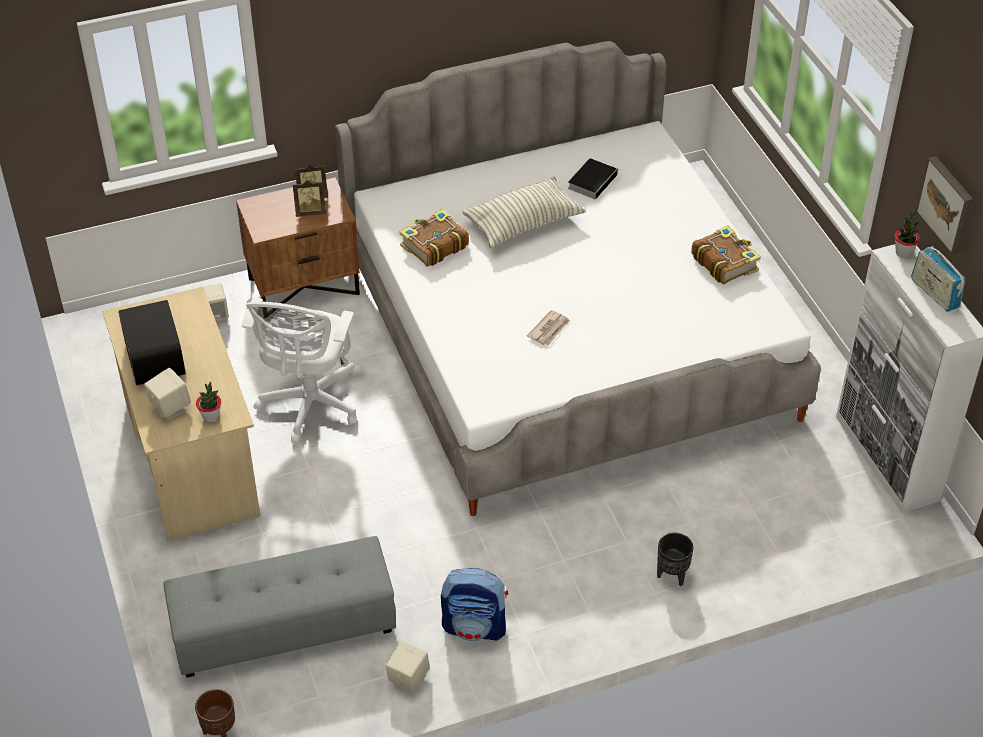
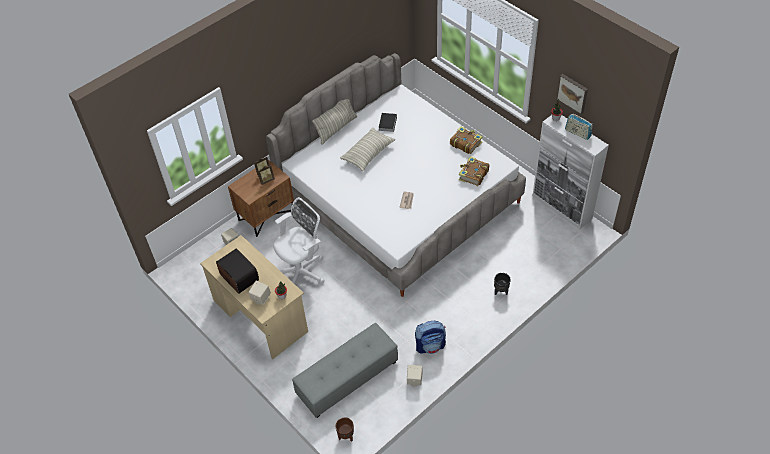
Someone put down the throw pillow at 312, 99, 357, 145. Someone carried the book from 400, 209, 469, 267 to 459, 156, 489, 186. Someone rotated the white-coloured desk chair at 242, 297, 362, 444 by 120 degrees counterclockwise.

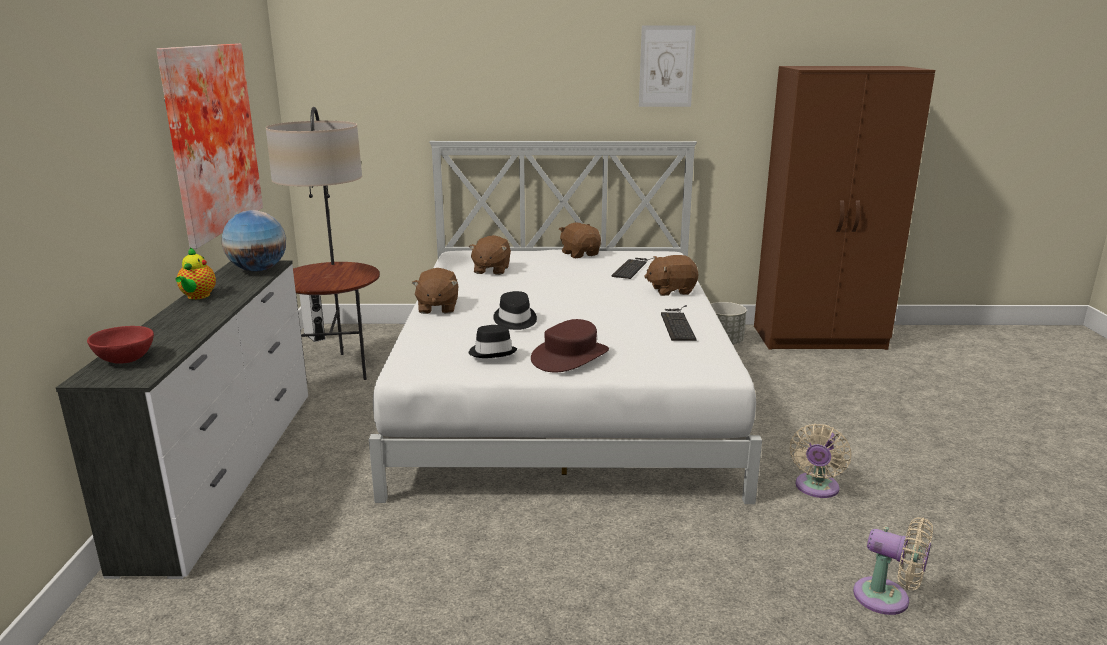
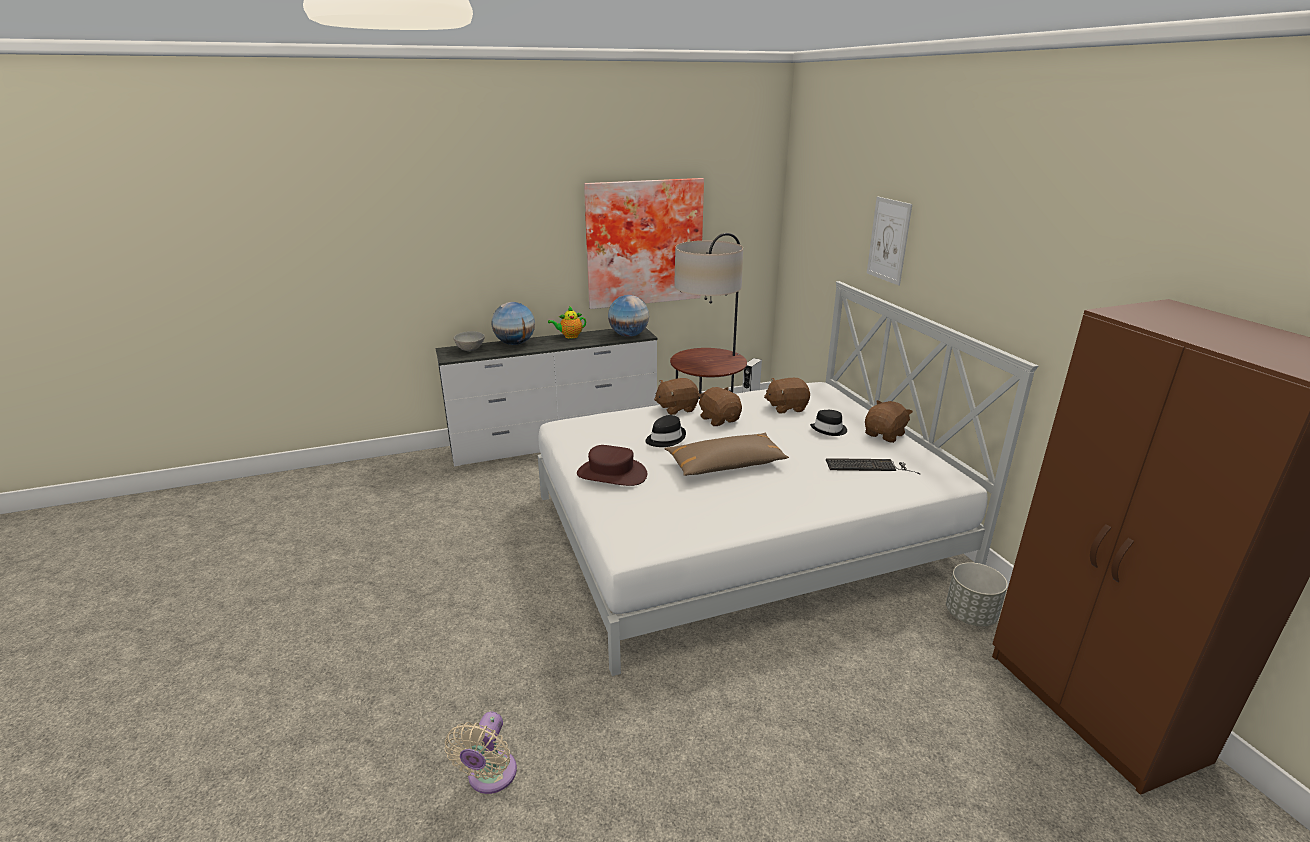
Someone took away the computer keyboard at 661, 305, 697, 341. Someone took away the sand-coloured cooling fan at 790, 424, 851, 498. Someone put down the world globe at 492, 302, 535, 345. Someone put down the brownish throw pillow at 664, 433, 789, 476. Someone carried the black hat from 469, 325, 517, 358 to 810, 410, 847, 436. Someone carried the picture from 639, 26, 696, 107 to 867, 197, 912, 286. Someone carried the brownish soft toy from 644, 255, 698, 296 to 698, 387, 742, 426. Someone repainted the red-coloured bowl at 87, 326, 154, 364, which became the gray bowl at 453, 331, 485, 351.

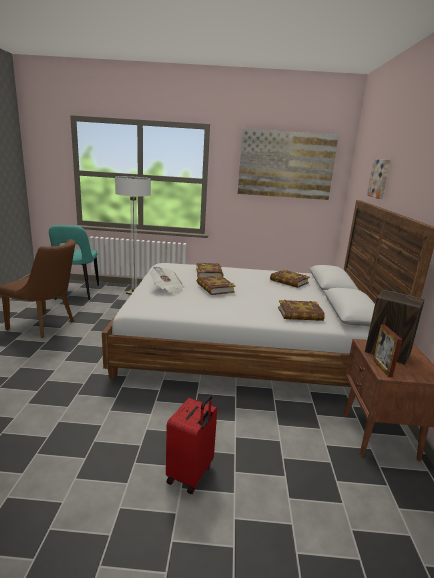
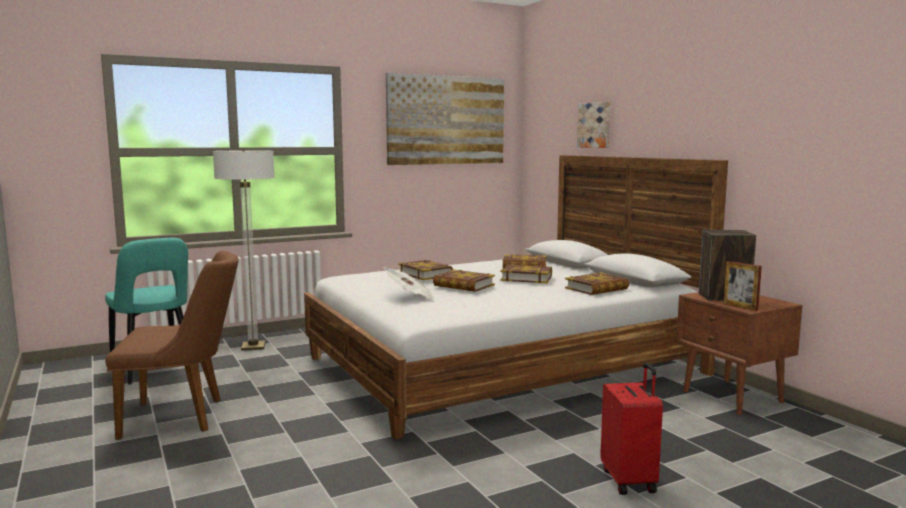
Someone put down the book at 500, 264, 552, 283.

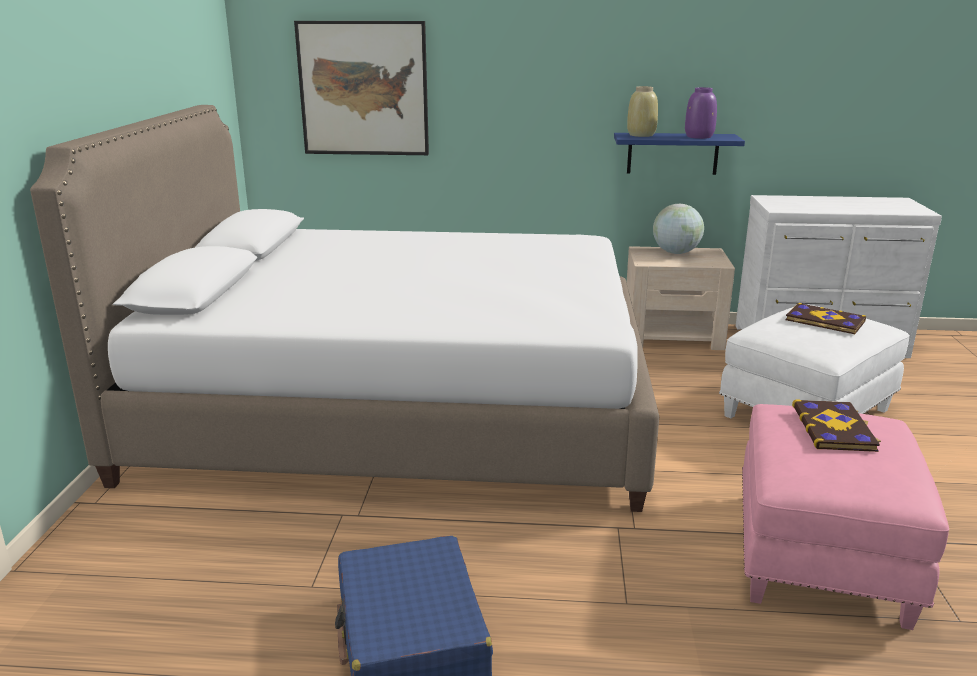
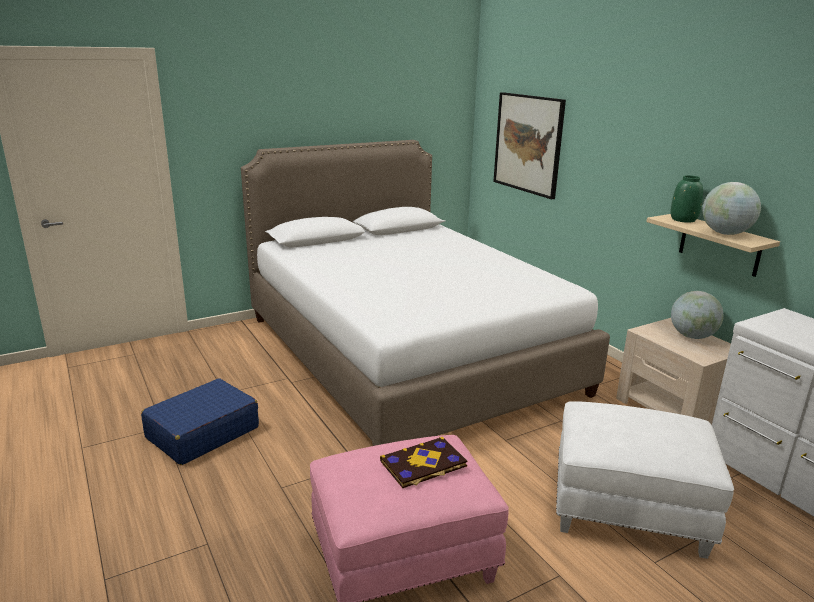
Someone took away the book at 785, 303, 866, 334. Someone swapped the purple-coloured decorative vase at 685, 87, 717, 139 for the world globe at 702, 182, 761, 235. Someone repainted the blue-coloured shelf at 614, 133, 745, 175, which became the sand-coloured shelf at 647, 214, 780, 277. Someone repainted the sand-coloured decorative vase at 627, 86, 658, 137, which became the greenish decorative vase at 670, 175, 703, 223.

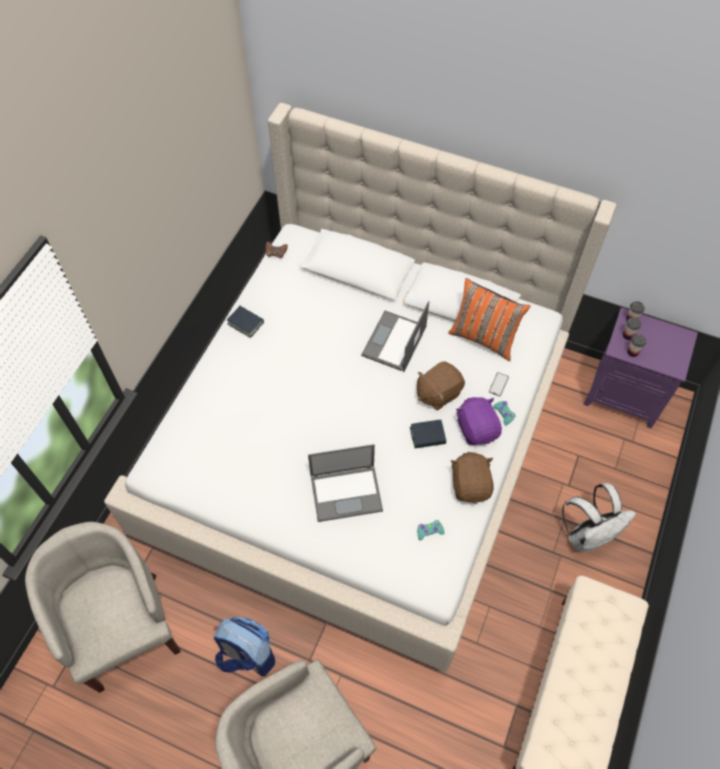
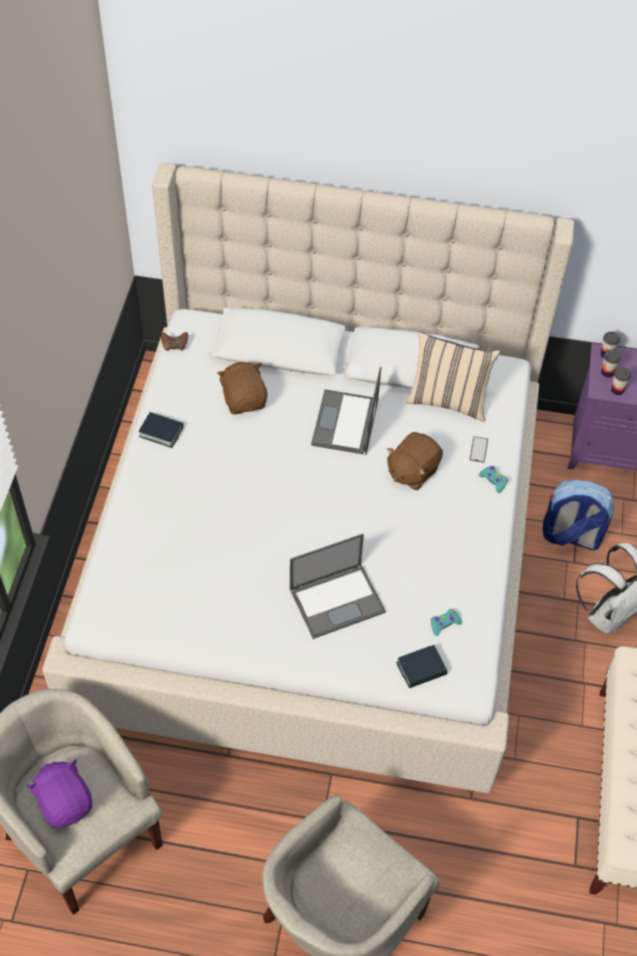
Someone carried the knapsack from 213, 617, 275, 676 to 543, 480, 615, 550. Someone carried the book from 410, 420, 446, 448 to 396, 645, 447, 688. Someone carried the brownish soft toy from 451, 452, 494, 504 to 217, 362, 267, 414. Someone carried the purple-coloured soft toy from 456, 397, 502, 445 to 26, 759, 92, 829. Someone repainted the orangey throw pillow at 448, 278, 530, 361, which became the sand-coloured throw pillow at 406, 332, 500, 422.

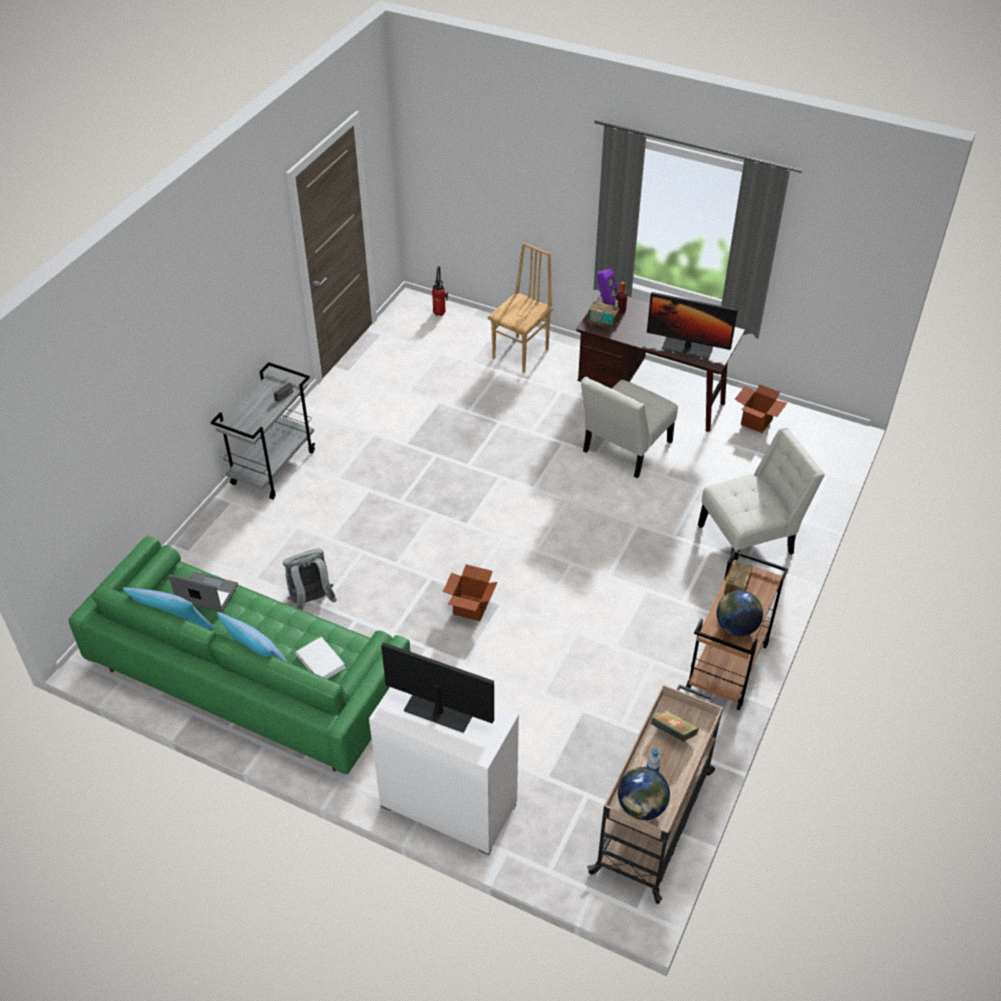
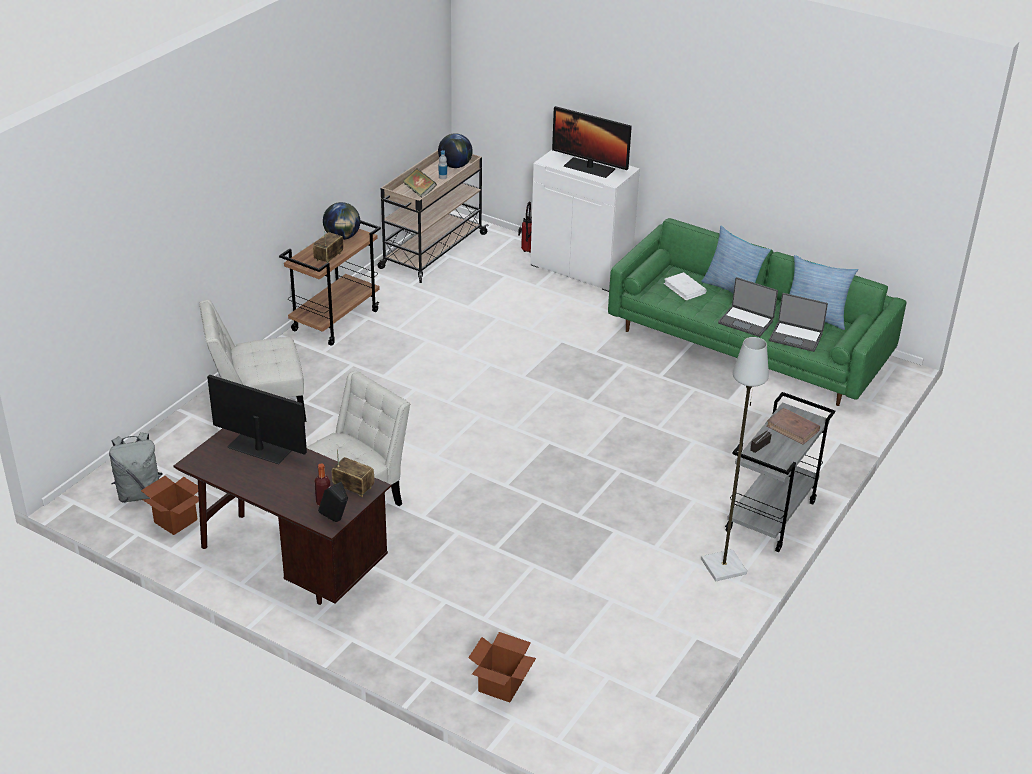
Someone took away the brownish upright chair at 488, 243, 553, 372. Someone put down the gray floor lamp at 701, 337, 769, 581. Someone put down the portable computer at 718, 277, 778, 337. Someone put down the brownish book at 766, 408, 820, 445. Someone carried the gray knapsack from 283, 548, 336, 610 to 109, 432, 163, 503. Someone carried the fire extinguisher from 432, 266, 448, 316 to 518, 202, 532, 253. Someone carried the packing box from 443, 564, 497, 621 to 468, 632, 536, 703. Someone repainted the purple-coloured speaker at 597, 269, 618, 305, which became the black speaker at 318, 482, 348, 522.

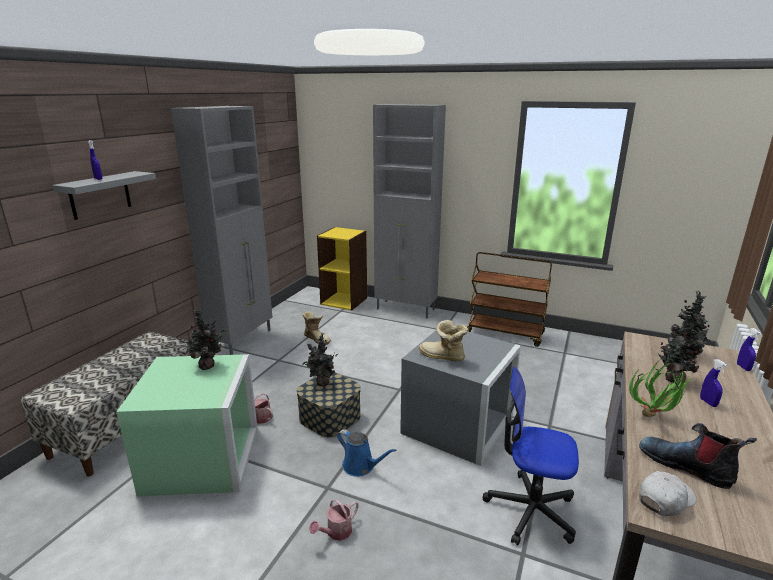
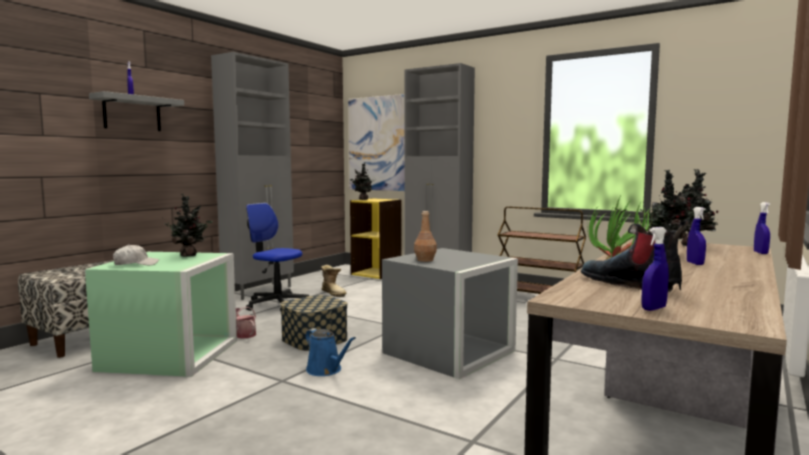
Someone took away the watering can at 309, 499, 359, 541. Someone put up the picture at 348, 94, 404, 191. Someone put down the blue-coloured hand sprayer at 641, 227, 669, 311. Someone carried the houseplant from 302, 333, 339, 386 to 350, 162, 376, 200. Someone carried the desk chair from 483, 367, 579, 545 to 246, 203, 309, 311. Someone carried the white-coloured peaked cap from 639, 471, 696, 516 to 113, 244, 159, 265. Someone swapped the tall boot at 419, 320, 469, 361 for the brownish beverage bottle at 414, 211, 437, 262.

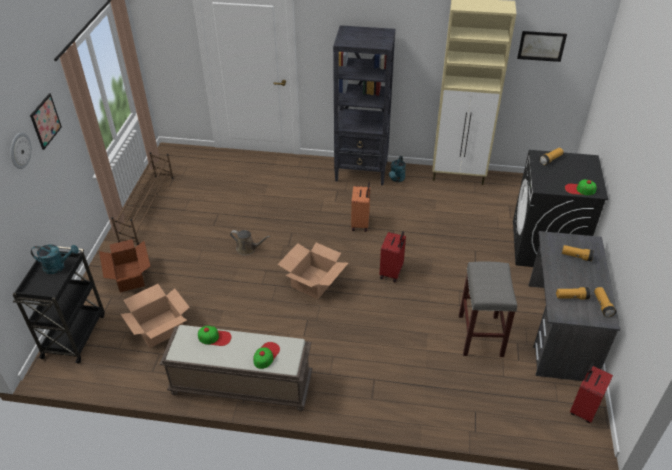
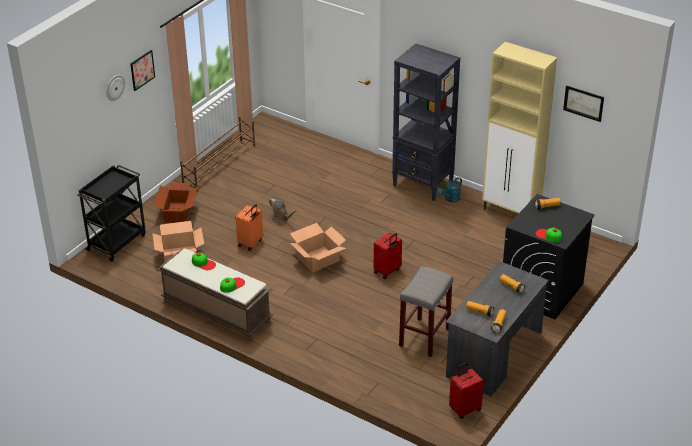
Someone took away the turquoise-coloured watering can at 31, 244, 79, 274. Someone carried the orangey suitcase from 351, 182, 370, 232 to 235, 204, 263, 251.

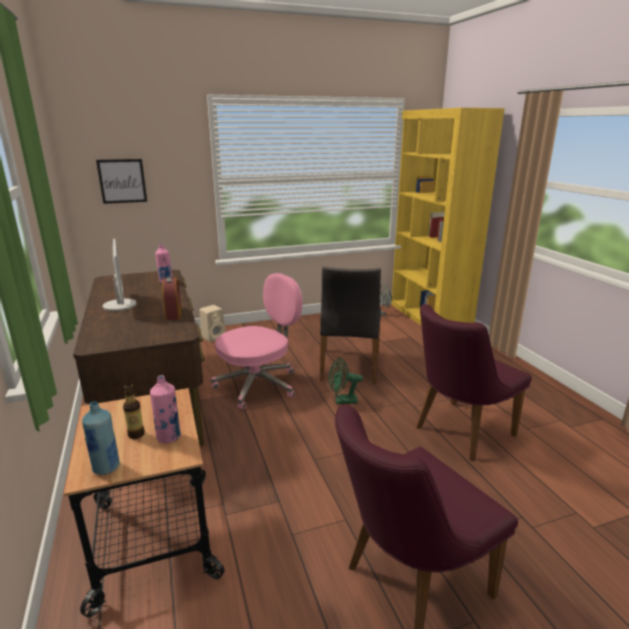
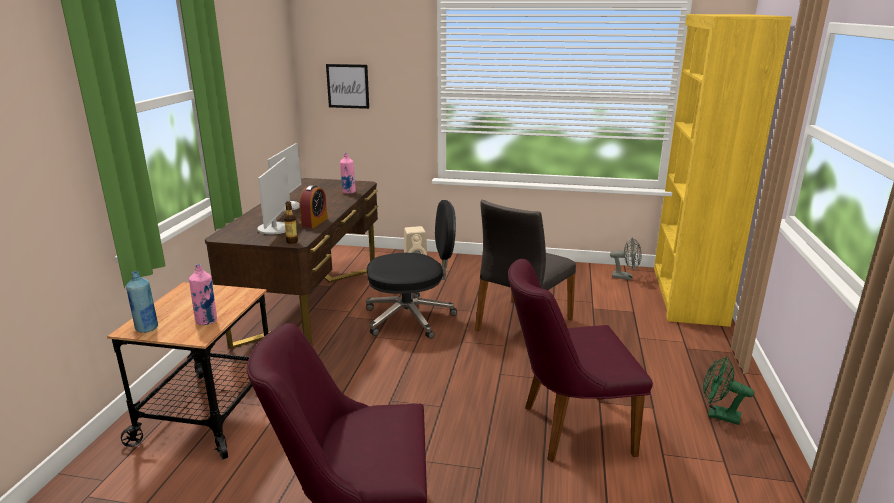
Someone put down the computer display at 257, 158, 290, 235. Someone carried the beverage bottle from 123, 384, 145, 439 to 284, 201, 298, 244. Someone carried the greenish cooling fan from 329, 357, 363, 404 to 703, 357, 754, 425. Someone repainted the pink desk chair at 211, 273, 302, 409, which became the black desk chair at 366, 200, 457, 339.

